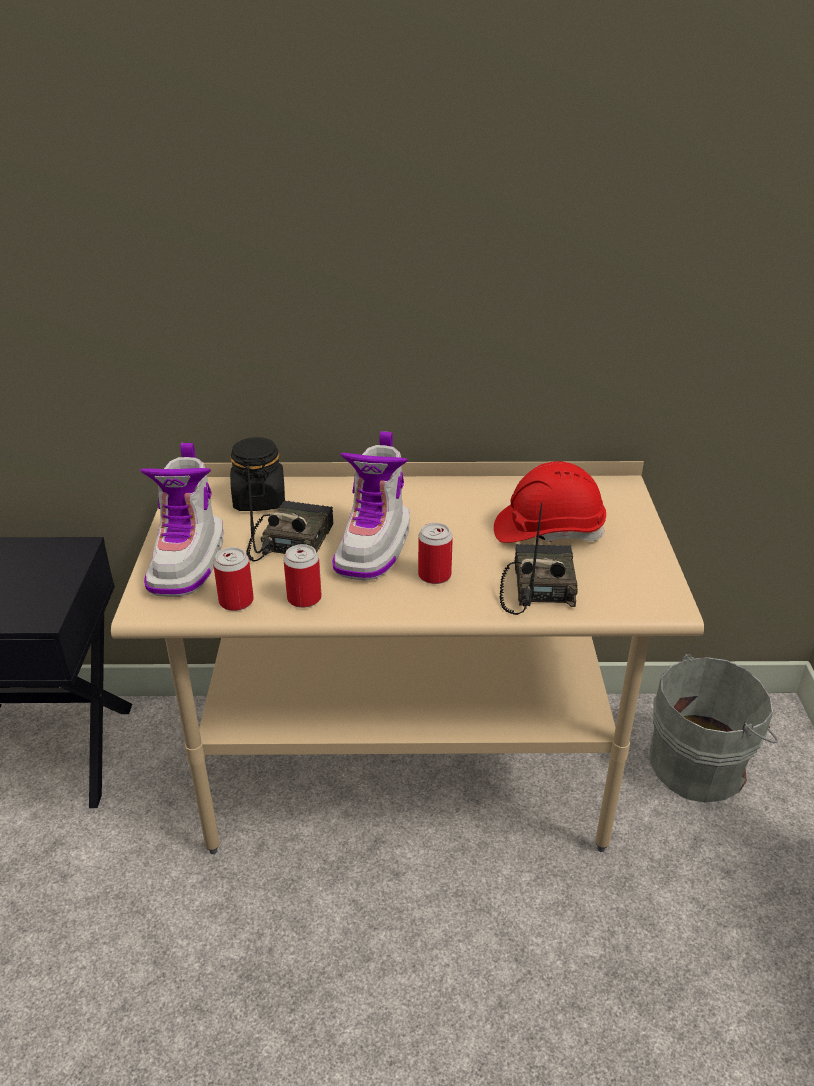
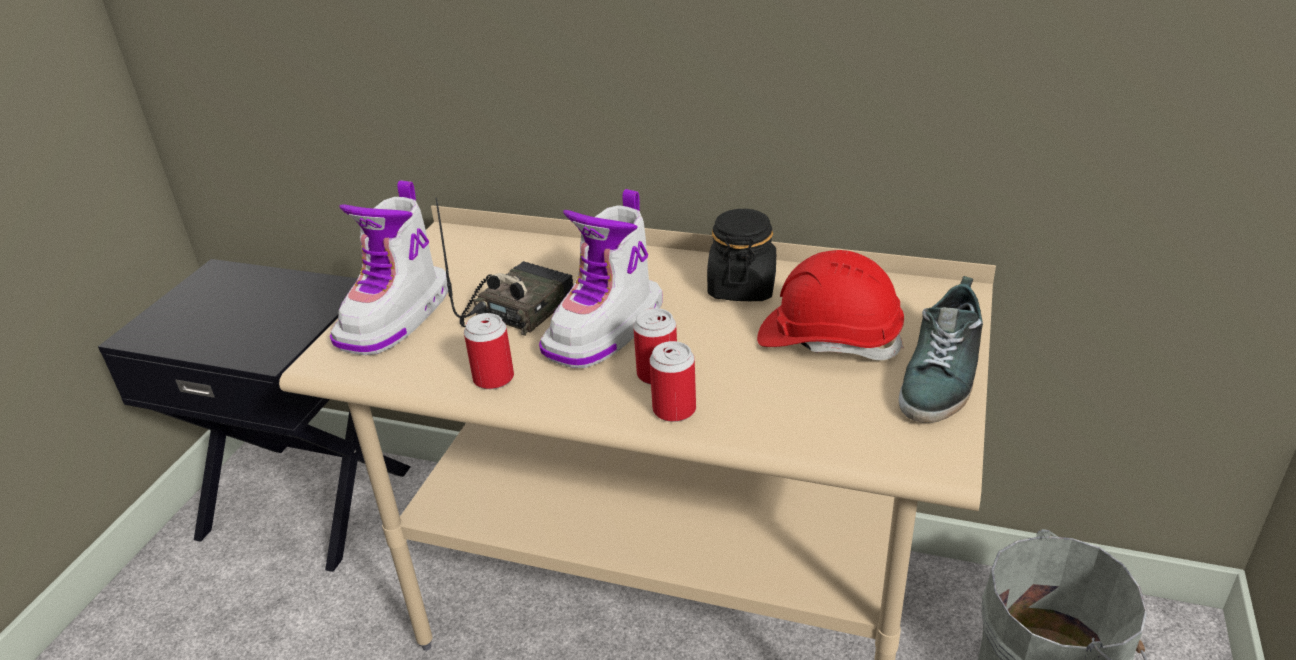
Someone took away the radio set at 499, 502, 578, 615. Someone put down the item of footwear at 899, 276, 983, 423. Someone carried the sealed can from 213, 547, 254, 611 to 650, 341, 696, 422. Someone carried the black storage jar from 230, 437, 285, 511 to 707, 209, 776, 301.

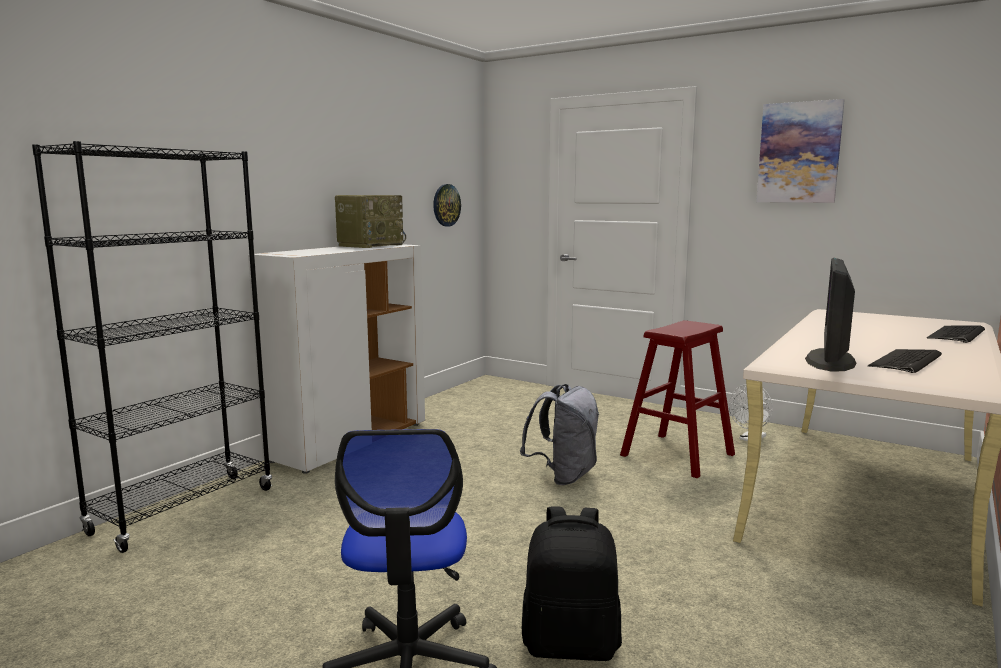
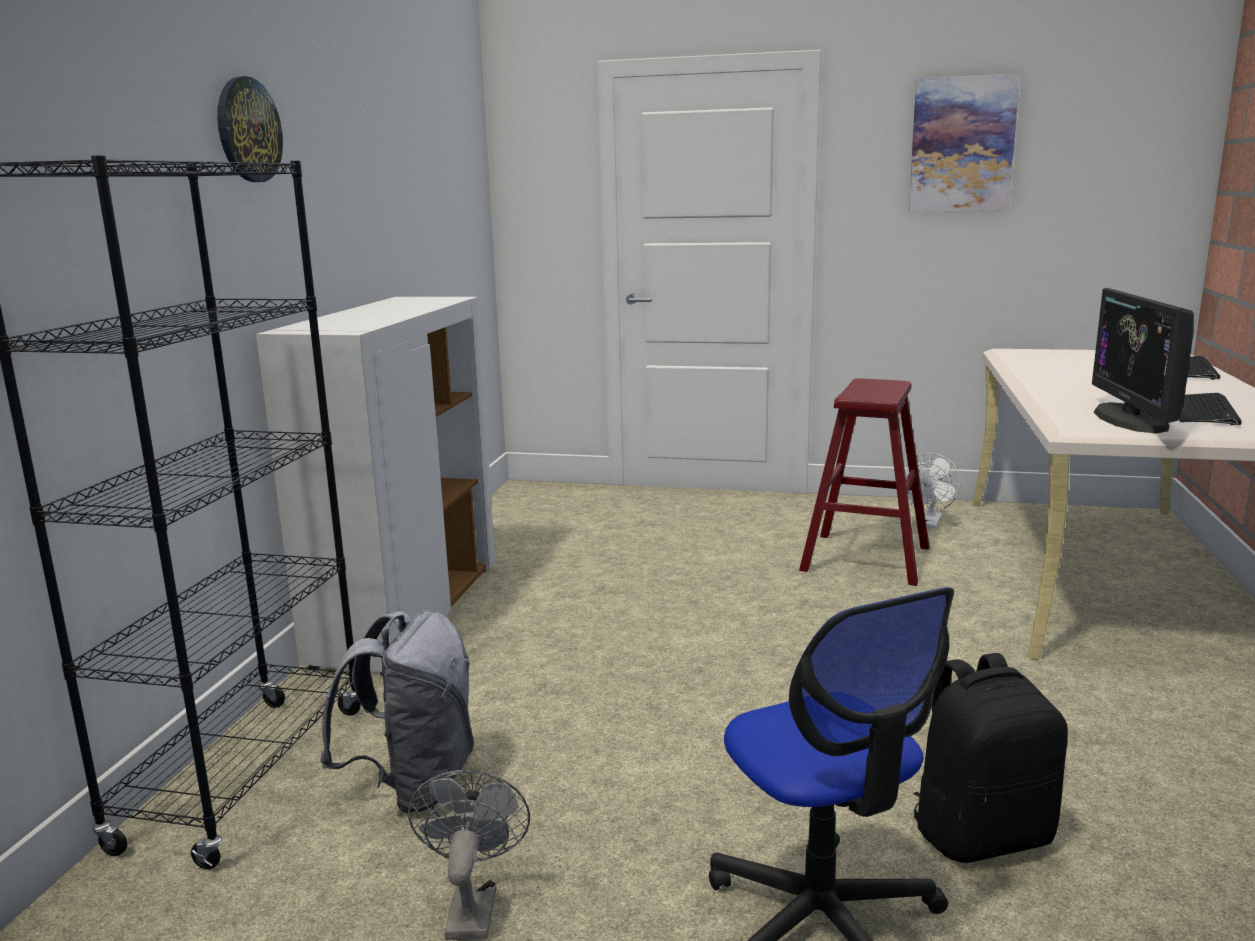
Someone took away the radio set at 335, 195, 406, 248. Someone put down the gray cooling fan at 408, 770, 530, 940. Someone carried the wall clock from 433, 184, 461, 227 to 217, 76, 283, 182. Someone carried the gray knapsack from 520, 384, 599, 485 to 320, 610, 474, 814.

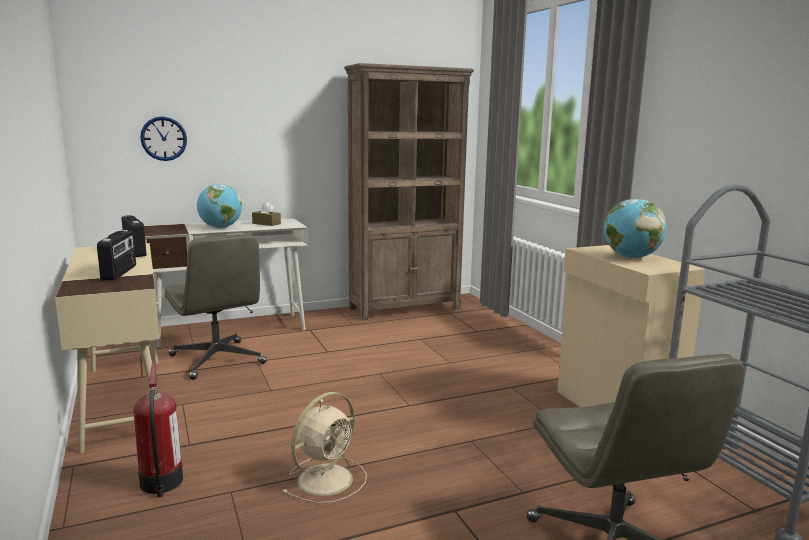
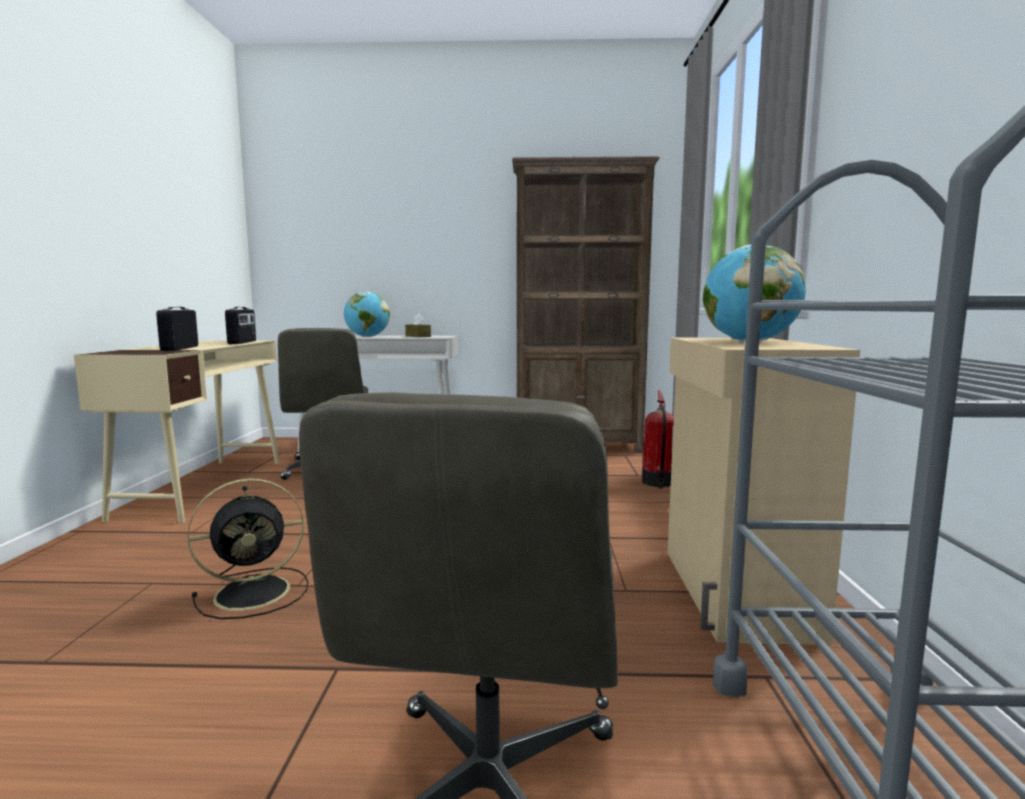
Someone took away the wall clock at 140, 116, 187, 161. Someone carried the fire extinguisher from 133, 364, 183, 497 to 642, 391, 674, 489. Someone repainted the sand-coloured cooling fan at 283, 392, 367, 503, which became the black cooling fan at 187, 478, 308, 619. Someone rotated the radio set at 97, 230, 136, 280 by 150 degrees clockwise.

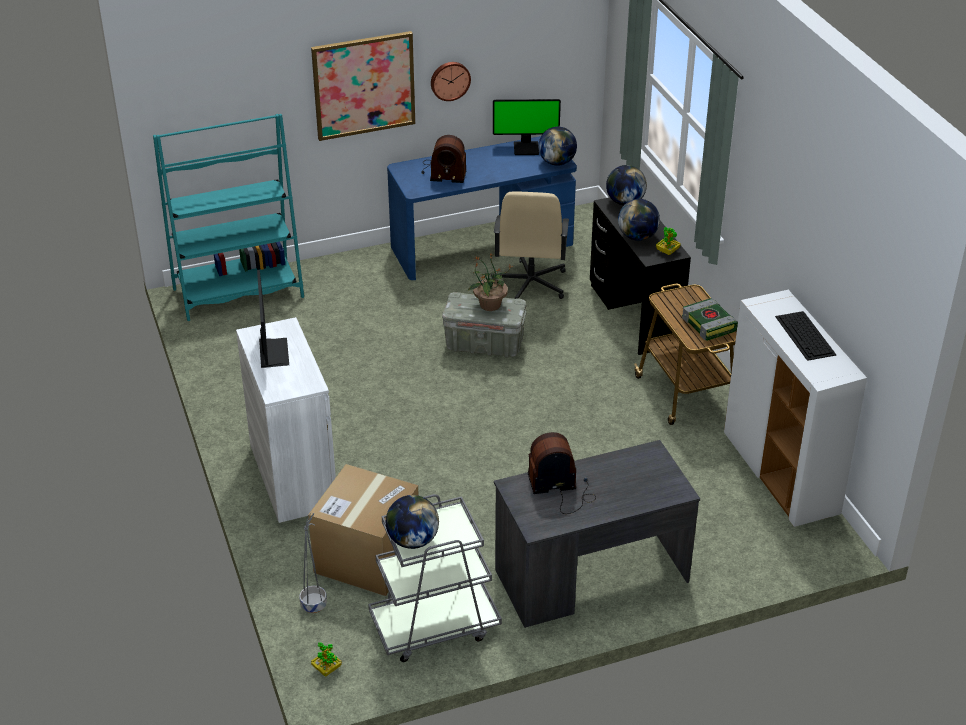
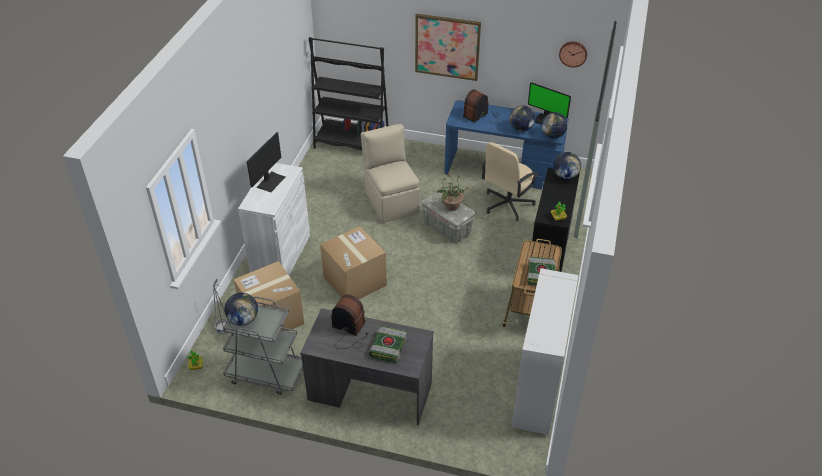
Someone took away the computer keyboard at 775, 311, 836, 361. Someone put down the packing box at 320, 226, 387, 299. Someone put down the sand-coloured upright chair at 361, 124, 420, 223. Someone put down the book at 369, 326, 407, 363. Someone carried the wall clock from 431, 62, 471, 101 to 559, 41, 587, 68. Someone carried the world globe from 618, 199, 660, 241 to 510, 106, 535, 131. Someone repainted the turquoise-coloured shelving unit at 153, 114, 304, 321, which became the black shelving unit at 308, 37, 389, 150. Someone rotated the radio set at 421, 135, 467, 183 by 90 degrees clockwise.

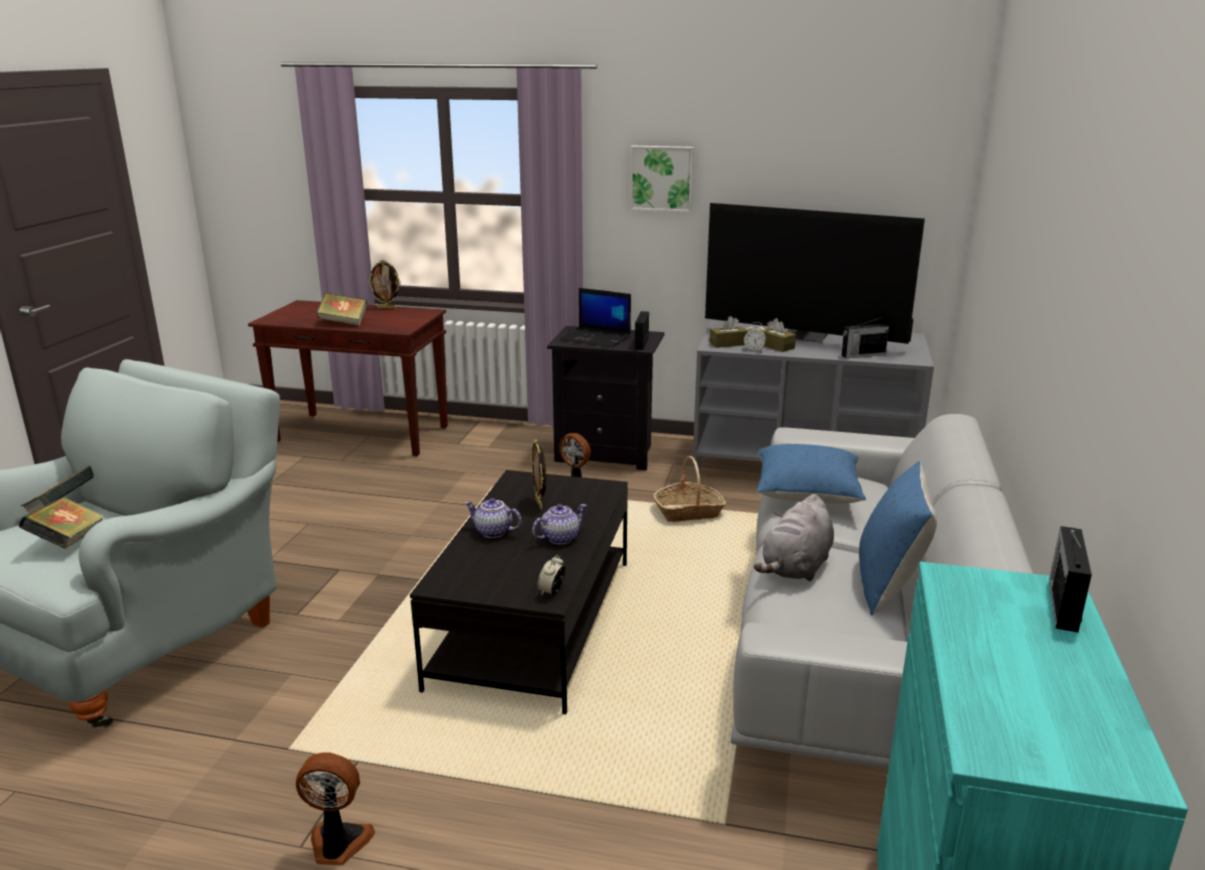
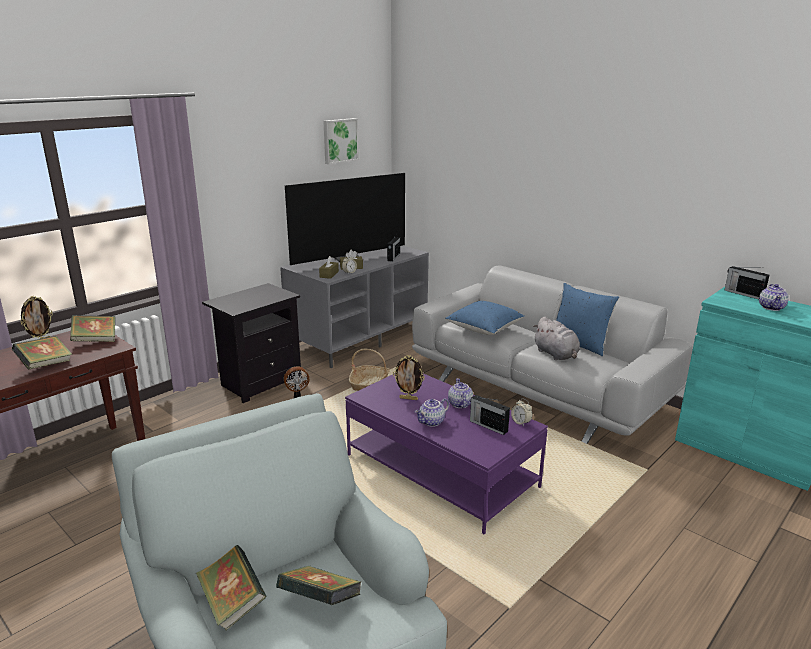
Someone took away the cooling fan at 296, 753, 375, 866. Someone took away the portable computer at 560, 288, 631, 347. Someone put down the book at 70, 315, 115, 342. Someone put down the tea pot at 759, 284, 788, 311. Someone carried the picture from 630, 146, 694, 212 to 323, 118, 359, 164. Someone carried the radio set from 635, 311, 649, 350 to 470, 395, 510, 435. Someone repainted the black coffee table at 410, 470, 628, 714, which became the purple-coloured coffee table at 345, 373, 548, 534.

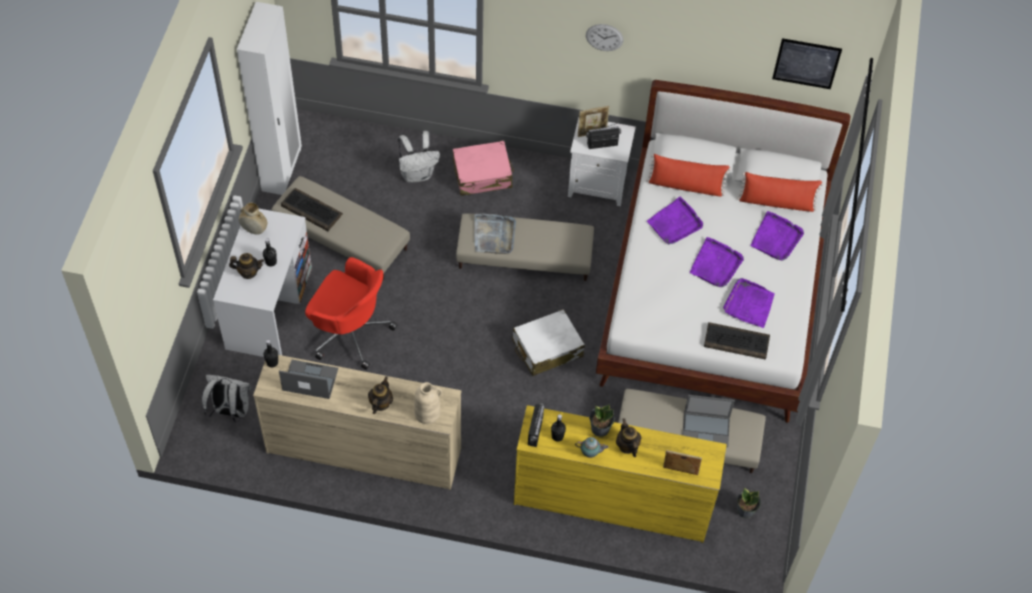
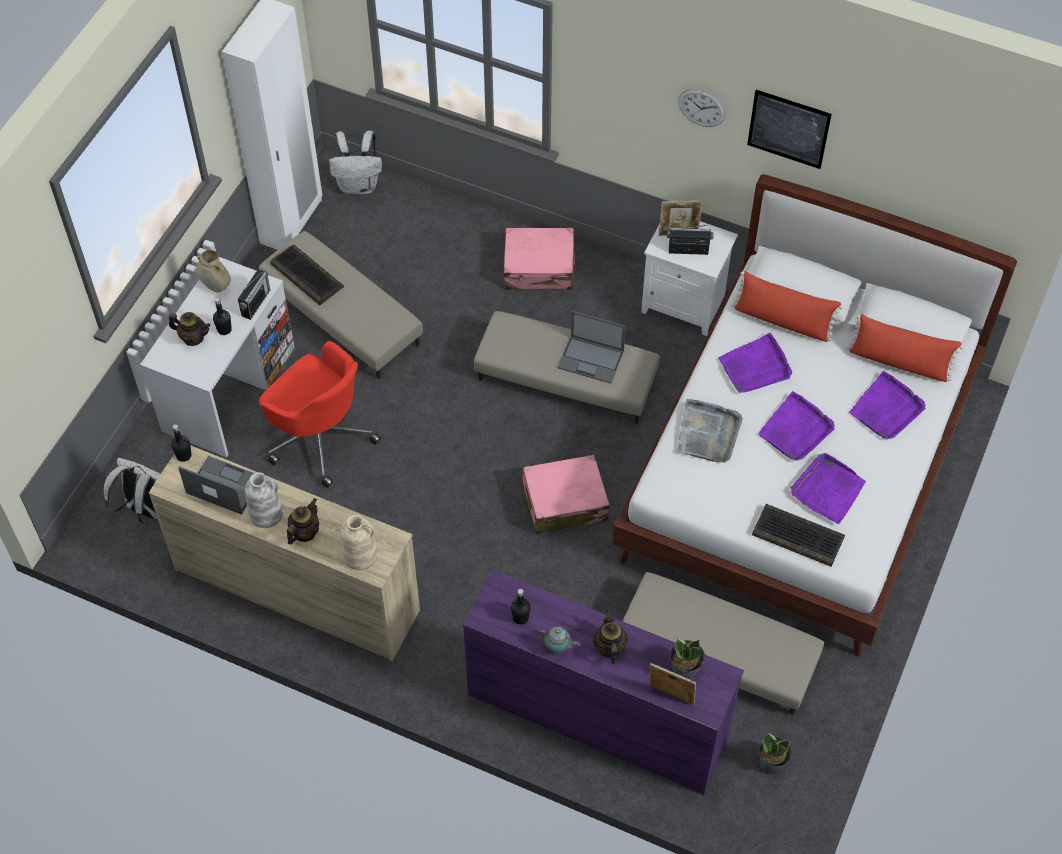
Someone put down the white-coloured decorative vase at 245, 472, 283, 528. Someone carried the white-coloured knapsack from 398, 131, 440, 183 to 329, 130, 382, 195. Someone carried the gray serving tray from 474, 214, 516, 254 to 677, 399, 743, 462. Someone carried the radio set from 528, 403, 544, 447 to 238, 270, 270, 320. Someone carried the houseplant from 589, 405, 615, 437 to 670, 638, 705, 680. Someone carried the portable computer from 683, 395, 735, 447 to 558, 311, 626, 384. Someone carried the picture from 772, 38, 842, 89 to 747, 90, 832, 169. Someone repainted the white-coloured suitcase at 512, 309, 585, 376, which became the pink suitcase at 521, 454, 609, 534. Someone repainted the yellow-coloured drawer chest at 514, 405, 727, 543, which became the purple-coloured drawer chest at 463, 569, 744, 795.

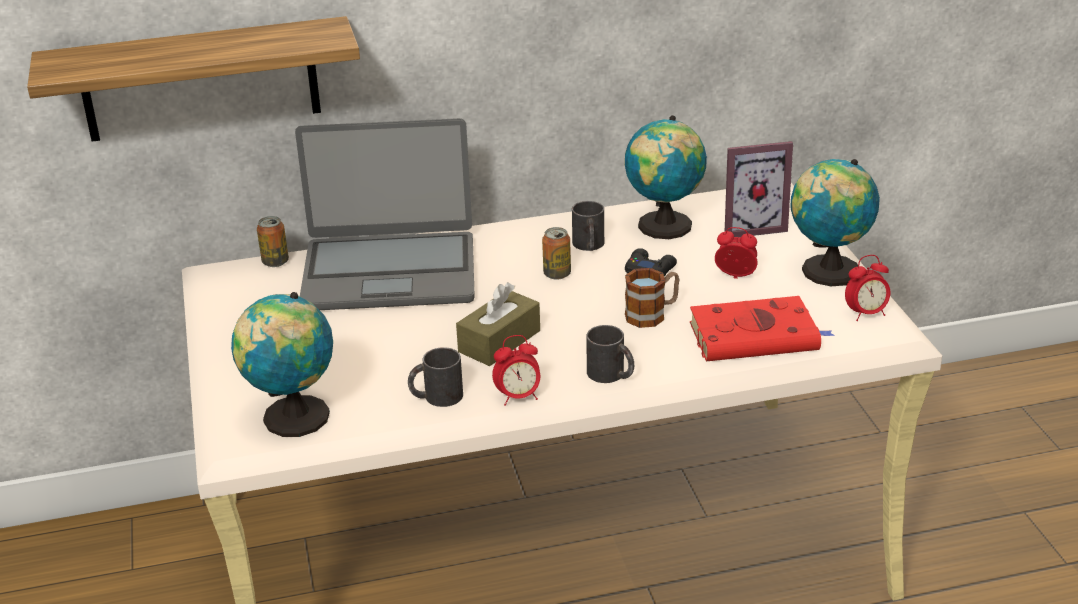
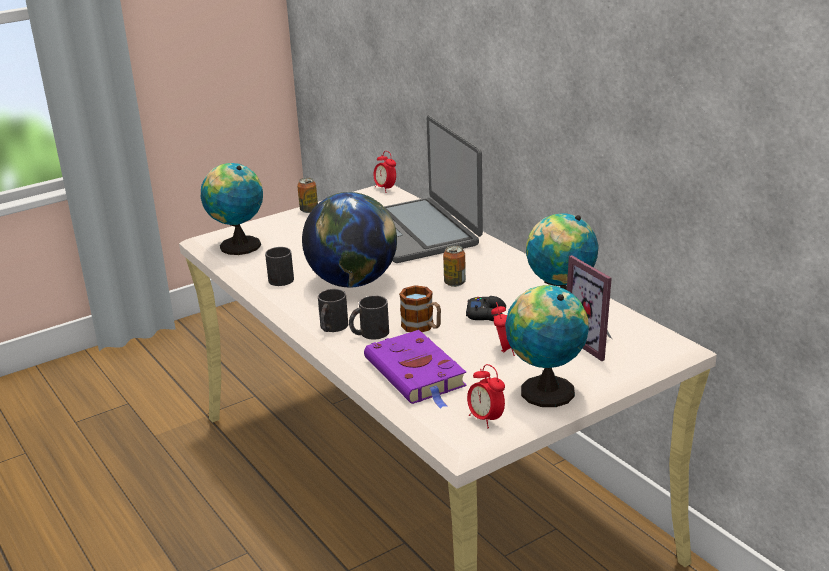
Someone took away the shelf at 27, 16, 360, 142. Someone carried the sealed can from 257, 216, 289, 267 to 297, 178, 318, 213. Someone carried the table clock from 492, 335, 540, 406 to 374, 151, 396, 193. Someone carried the black mug from 572, 201, 604, 251 to 349, 295, 389, 340. Someone swapped the brownish tissue holder at 456, 282, 540, 366 for the world globe at 302, 192, 397, 288. Someone repainted the red-coloured book at 690, 296, 834, 362, which became the purple-coloured book at 364, 330, 467, 409.

